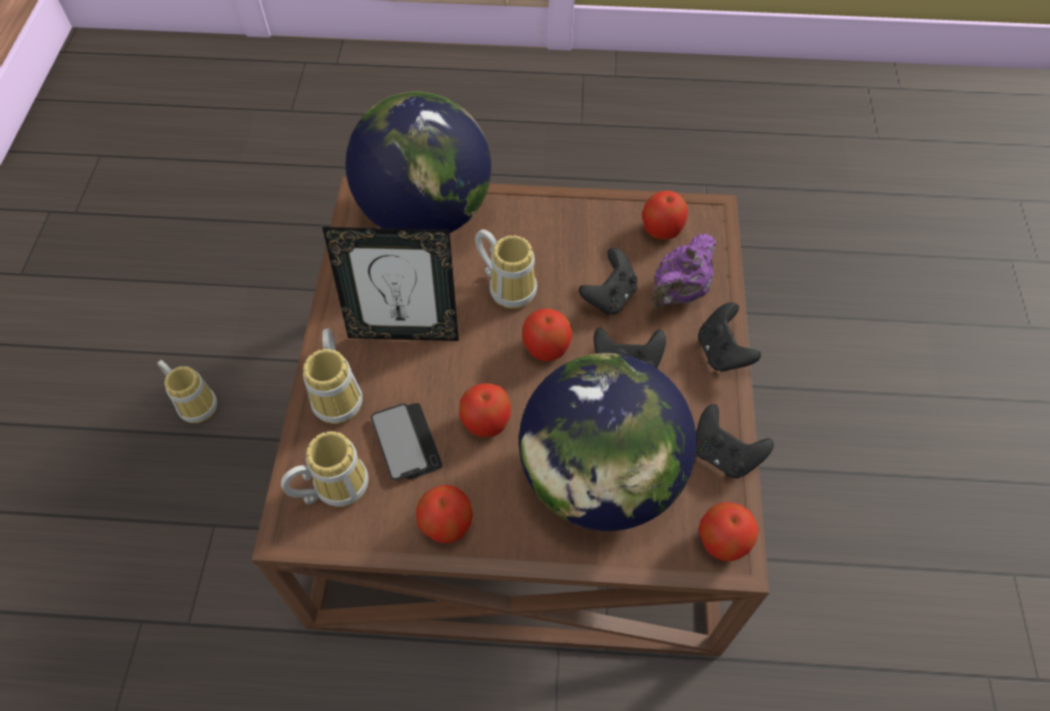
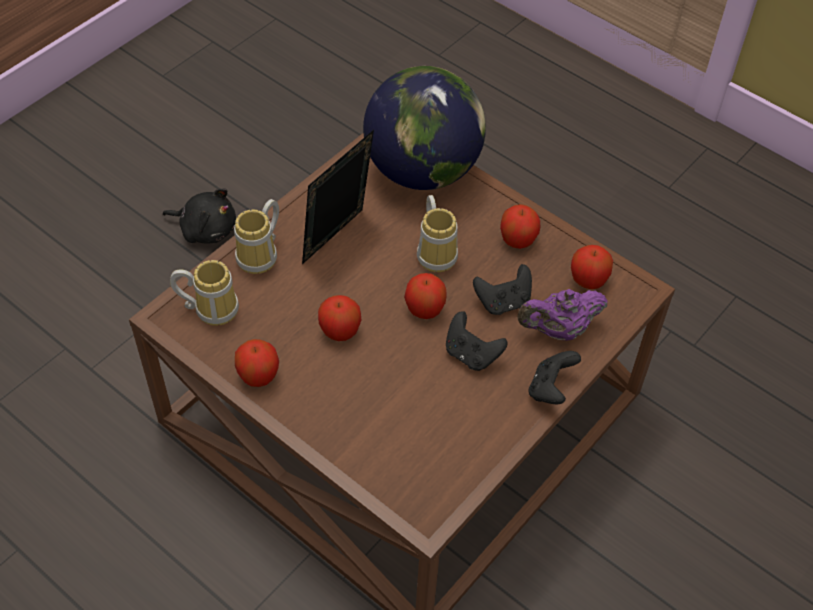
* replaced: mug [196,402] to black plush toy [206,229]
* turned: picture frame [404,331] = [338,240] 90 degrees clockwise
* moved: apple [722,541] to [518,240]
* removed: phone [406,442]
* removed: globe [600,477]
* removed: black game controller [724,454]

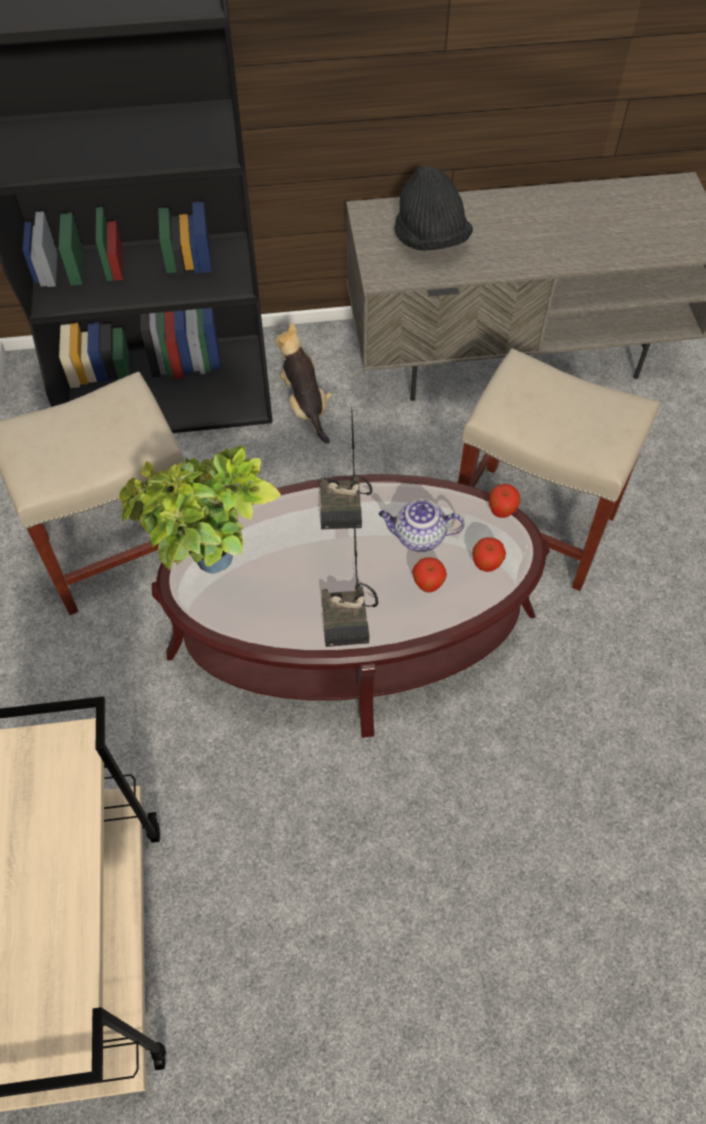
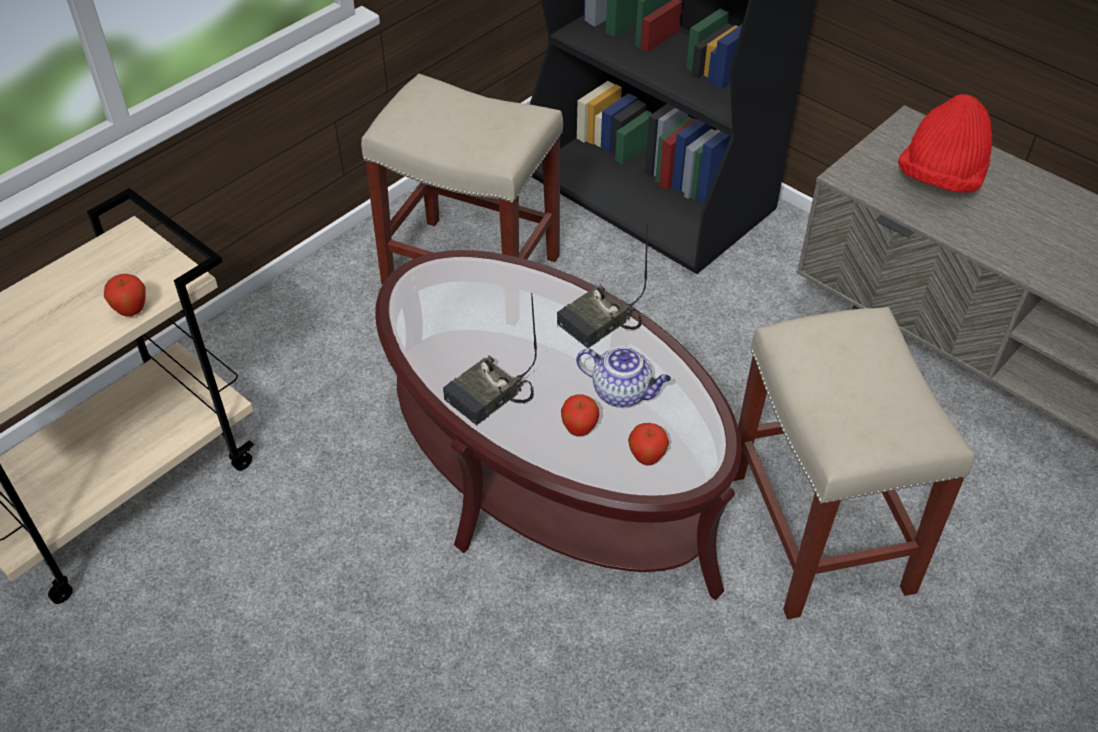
* moved: apple [501,512] to [132,311]
* turned: teapot [418,537] = [623,392] 150 degrees clockwise
* recoloured: black hat [430,239] to red hat [940,179]
* removed: potted plant [211,568]
* removed: plush toy [305,405]

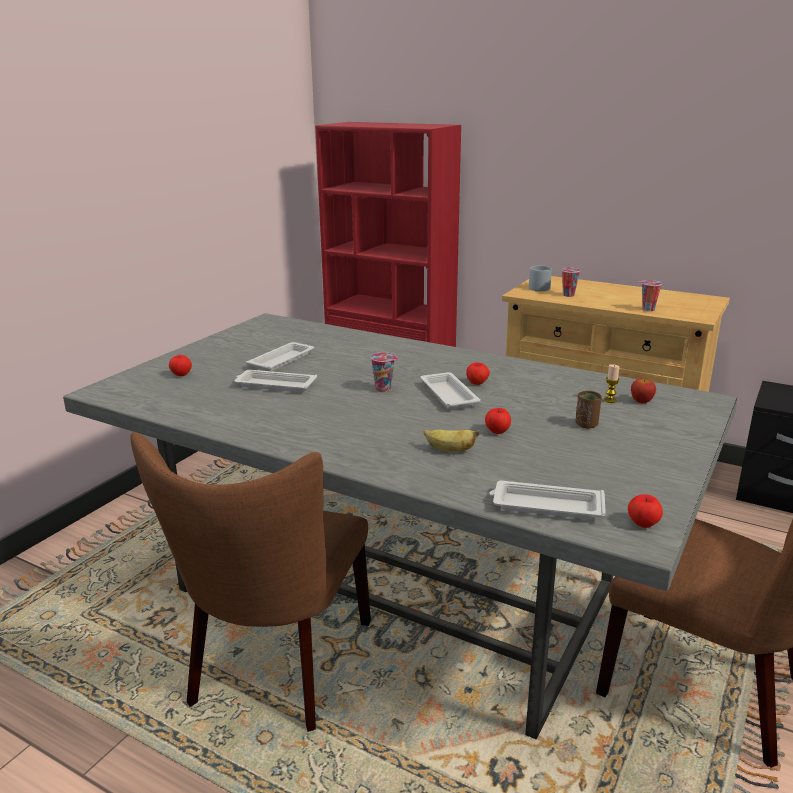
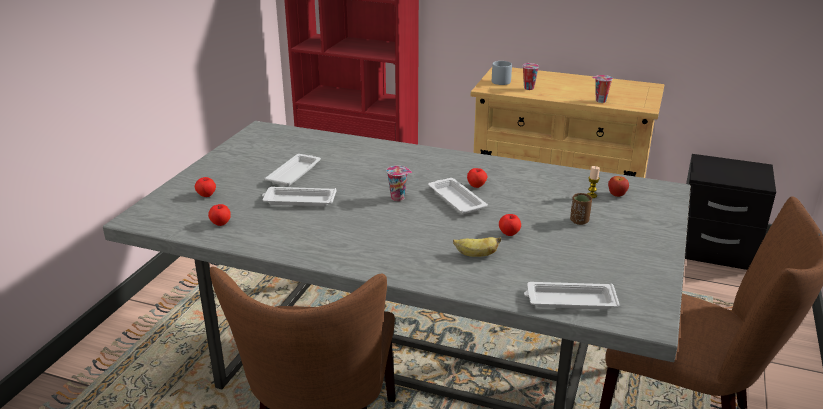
* moved: apple [643,523] to [221,223]

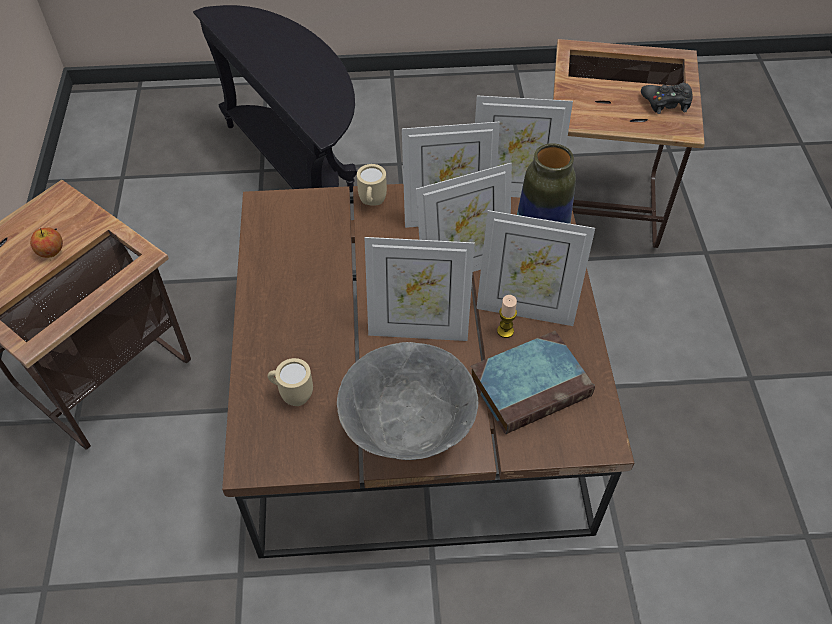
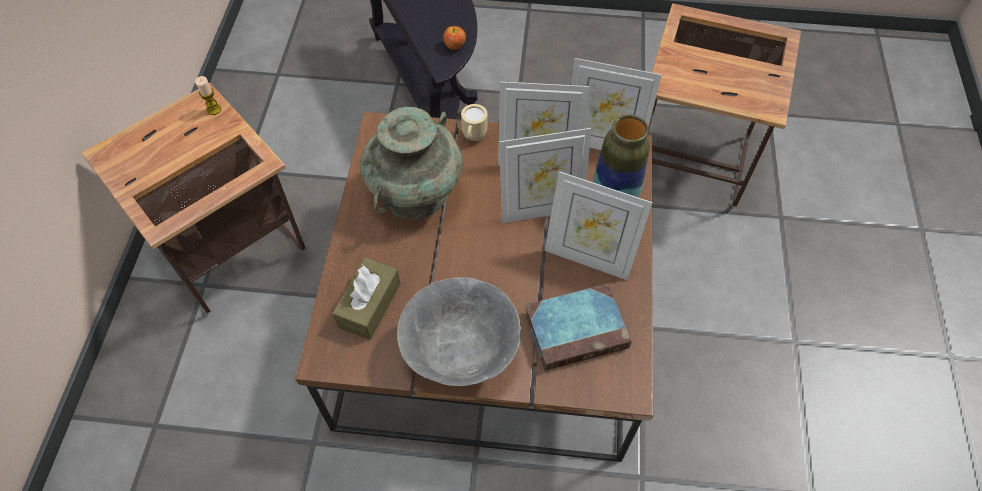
* moved: candle [505,331] to [214,109]
* replaced: beige mug [292,395] to brown tissue box [369,305]
* added: turquoise vase [416,192]
* moved: apple [51,251] to [455,45]
* removed: picture frame [418,329]
* removed: black game controller [666,102]

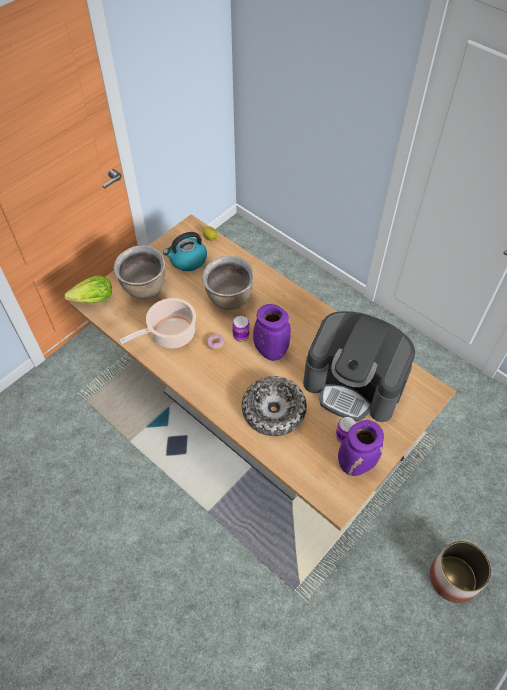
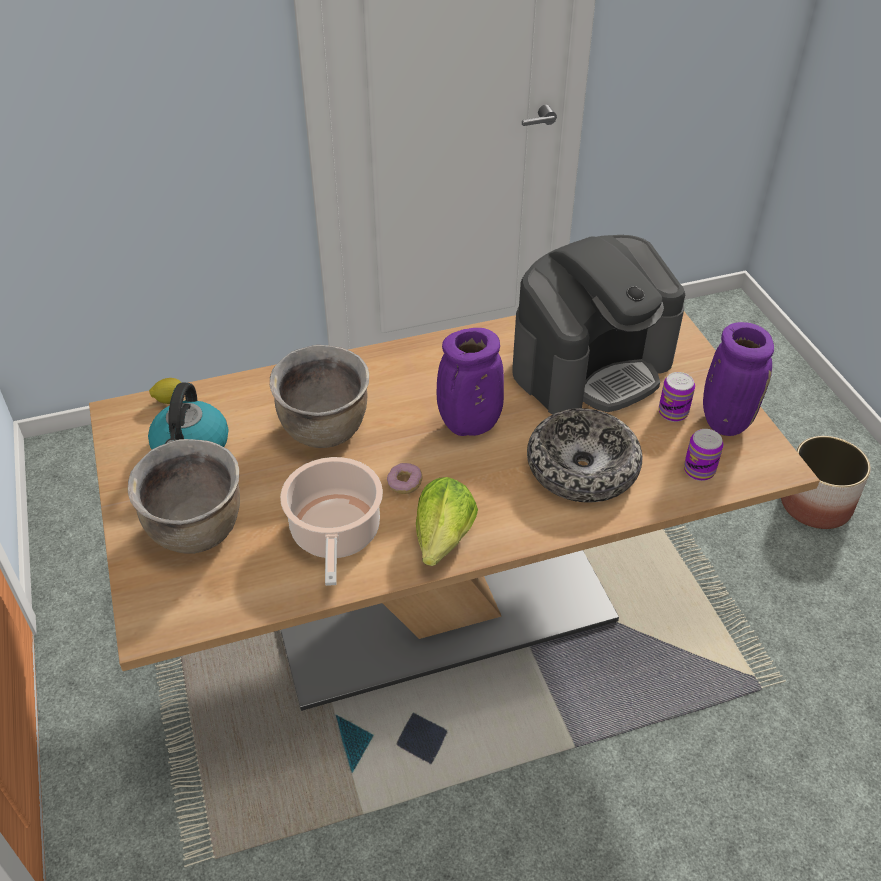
* moved: lettuce [93,299] to [444,537]
* moved: can [241,335] to [699,470]

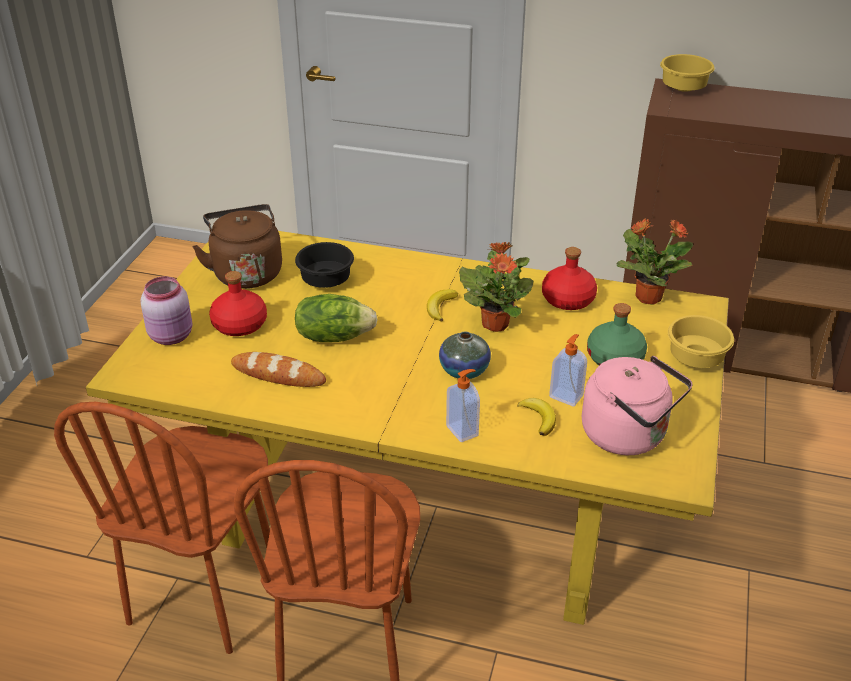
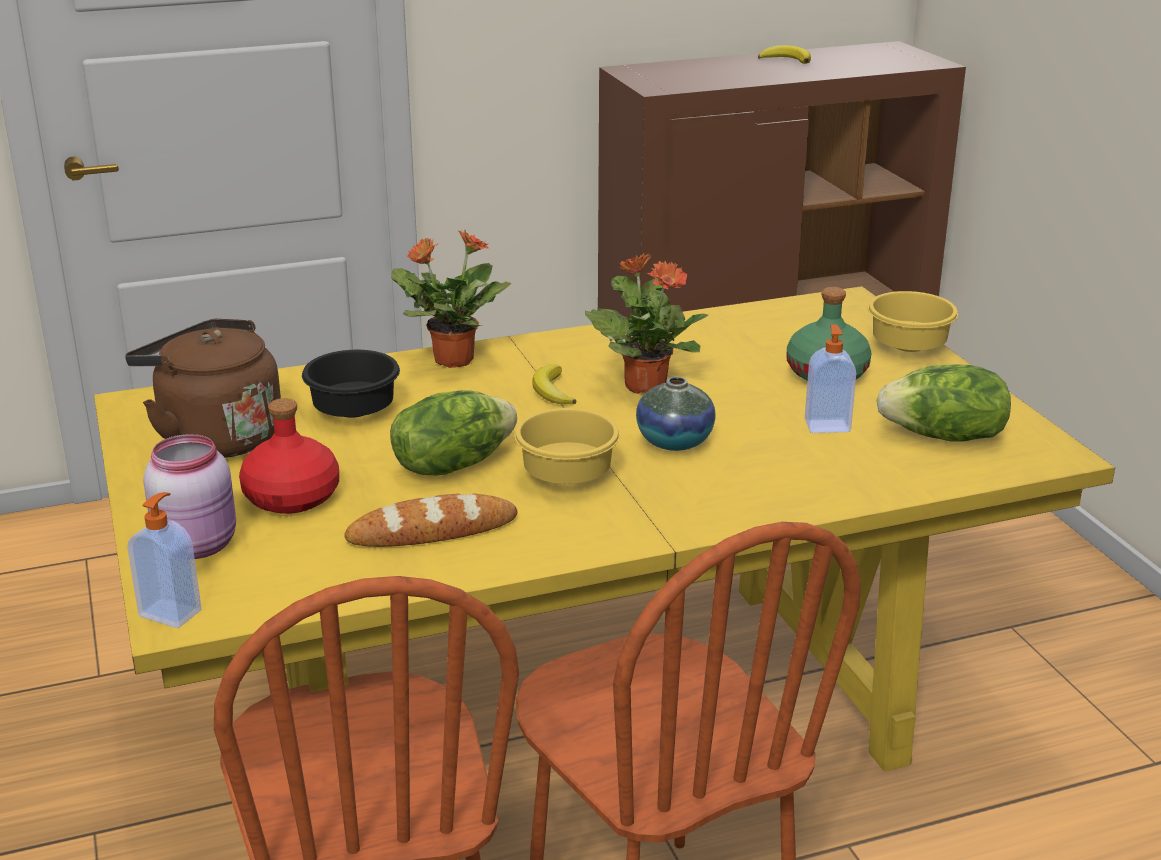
* moved: soap dispenser [463,430] to [171,612]
* moved: potted plant [647,297] to [452,360]
* moved: yellow bowl [683,89] to [567,477]
* moved: banana [539,418] to [786,59]
* replaced: pink kettle [628,436] to lettuce [944,437]
* removed: red bottle [568,299]

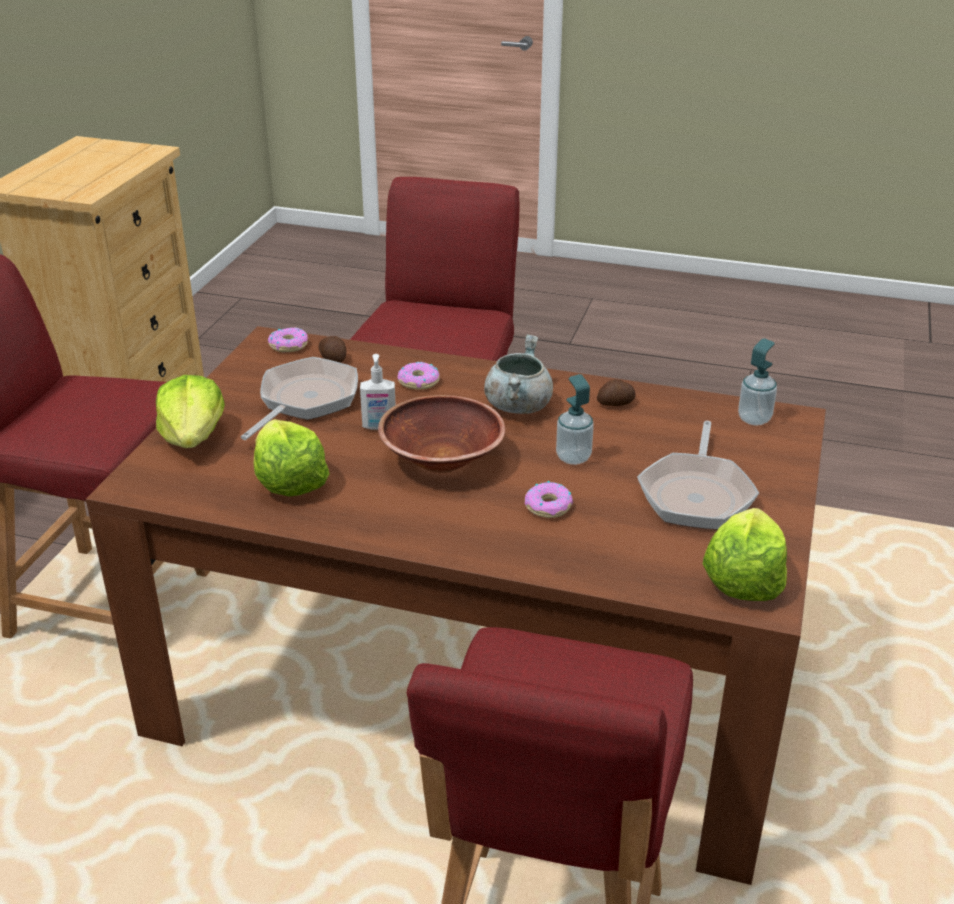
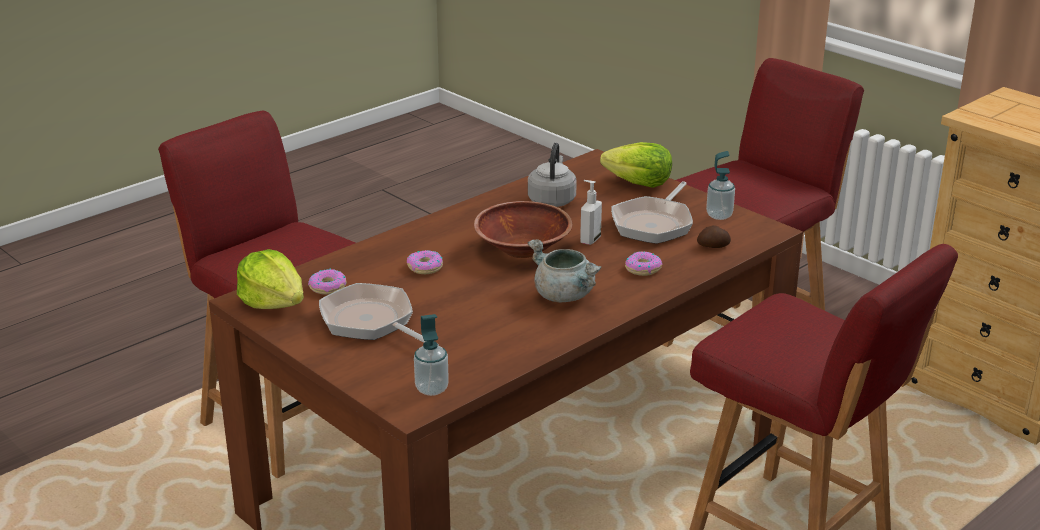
* moved: donut [288,345] to [328,287]
* replaced: lettuce [289,480] to grey kettle [552,200]
* turned: frying pan [305,400] = [654,224] 60 degrees clockwise
* moved: soap dispenser [573,457] to [719,215]
* removed: potato [616,404]

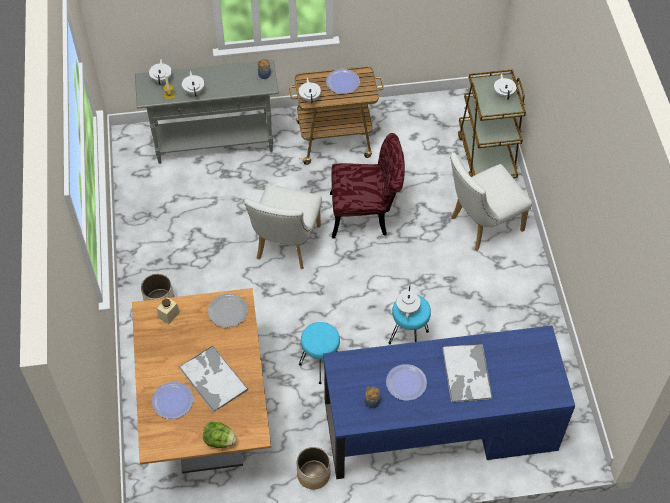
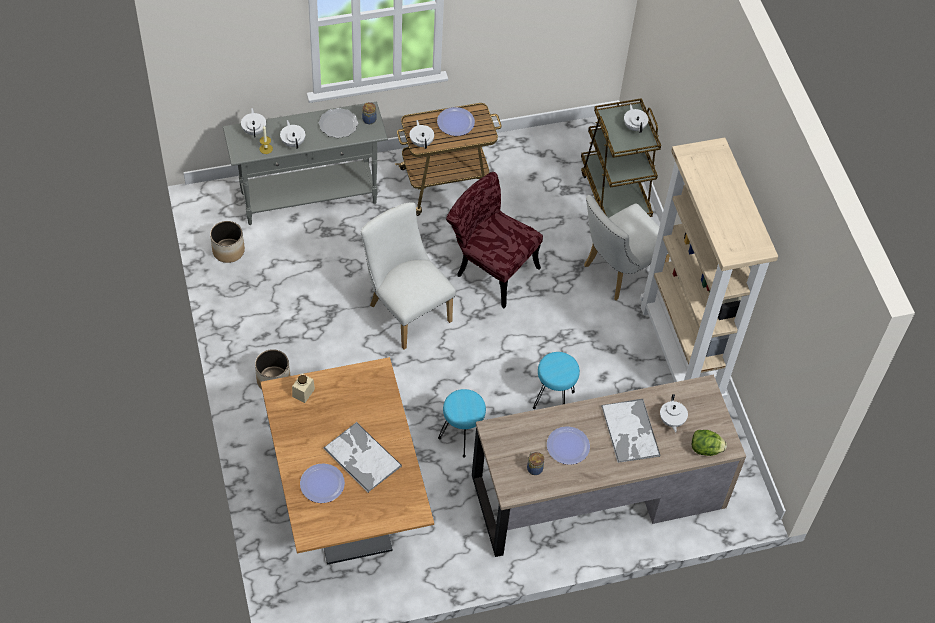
* moved: planter [313,474] to [228,251]
* moved: plate [228,312] to [338,125]
* turned: white chair [286,246] = [406,309] 135 degrees clockwise
* turned: red chair [366,214] = [490,268] 135 degrees counterclockwise
* recoloured: blue desk [439,425] to brown desk [598,492]
* added: beige bookcase [681,355]
* moved: white teapot [407,309] to [671,421]
* moved: lettuce [219,440] to [705,449]

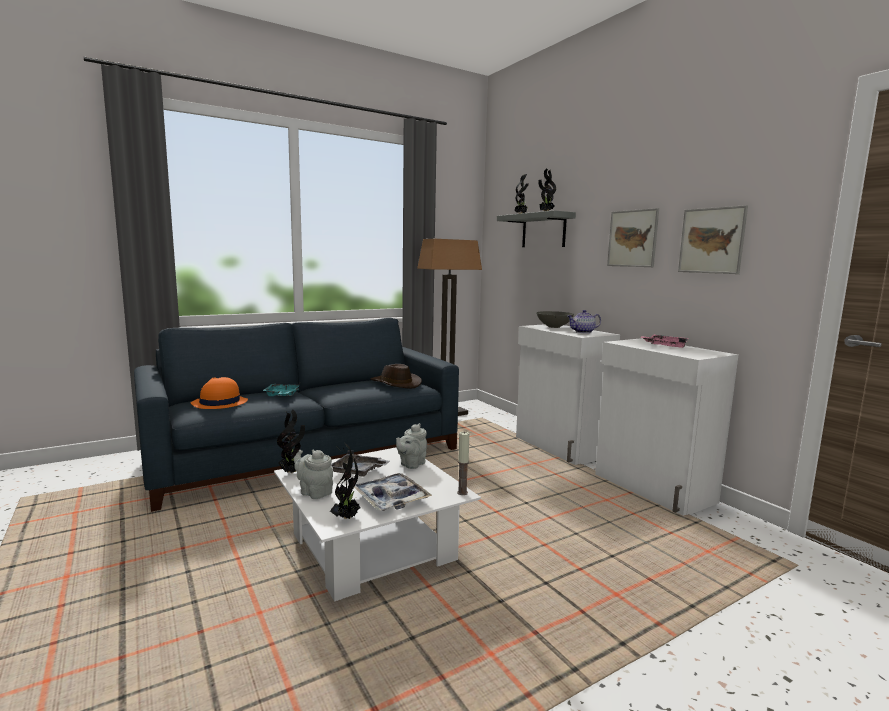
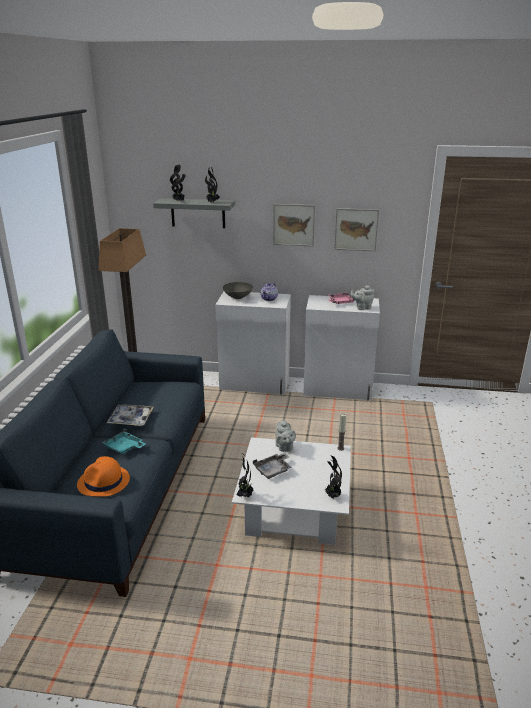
* moved: tray [391,499] to [131,419]
* moved: grey teapot [314,492] to [362,308]
* removed: brown hat [395,383]

